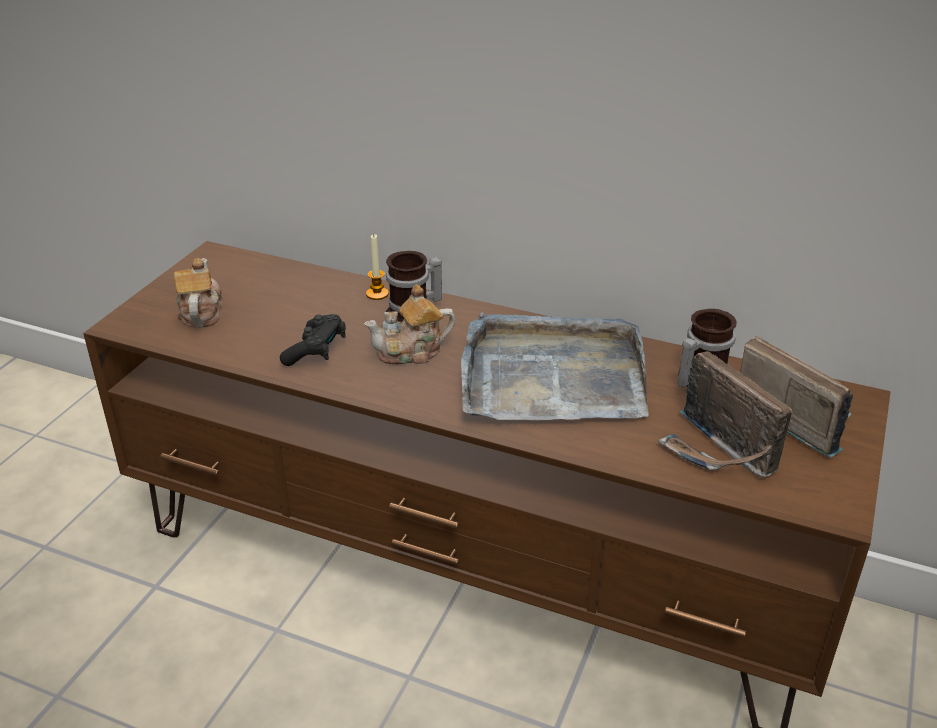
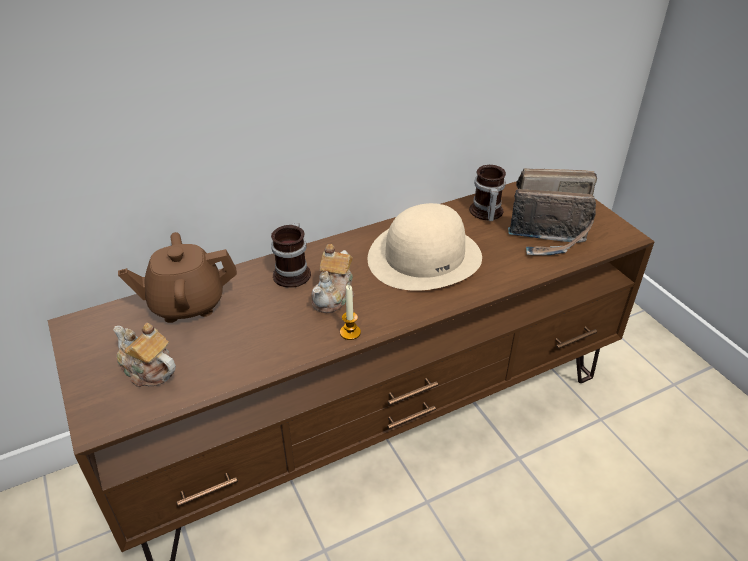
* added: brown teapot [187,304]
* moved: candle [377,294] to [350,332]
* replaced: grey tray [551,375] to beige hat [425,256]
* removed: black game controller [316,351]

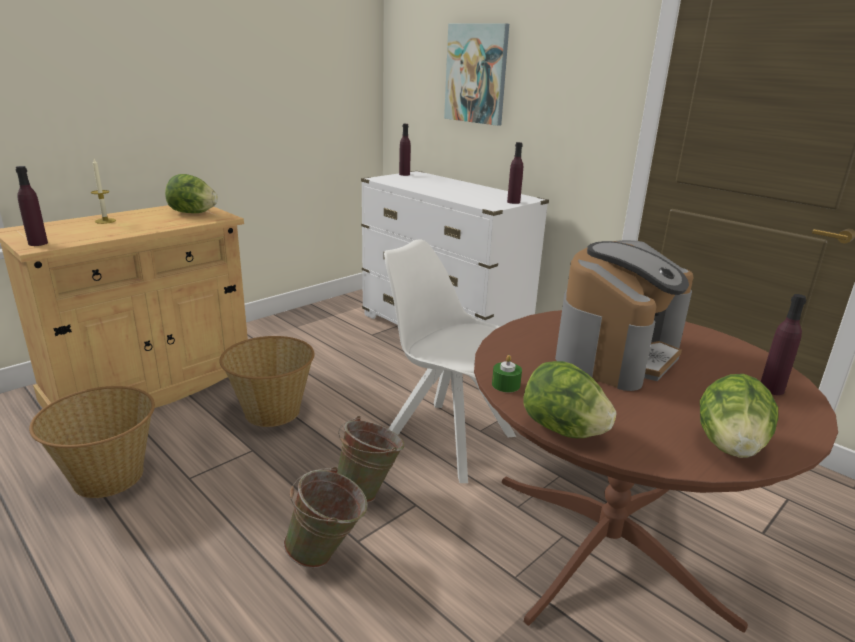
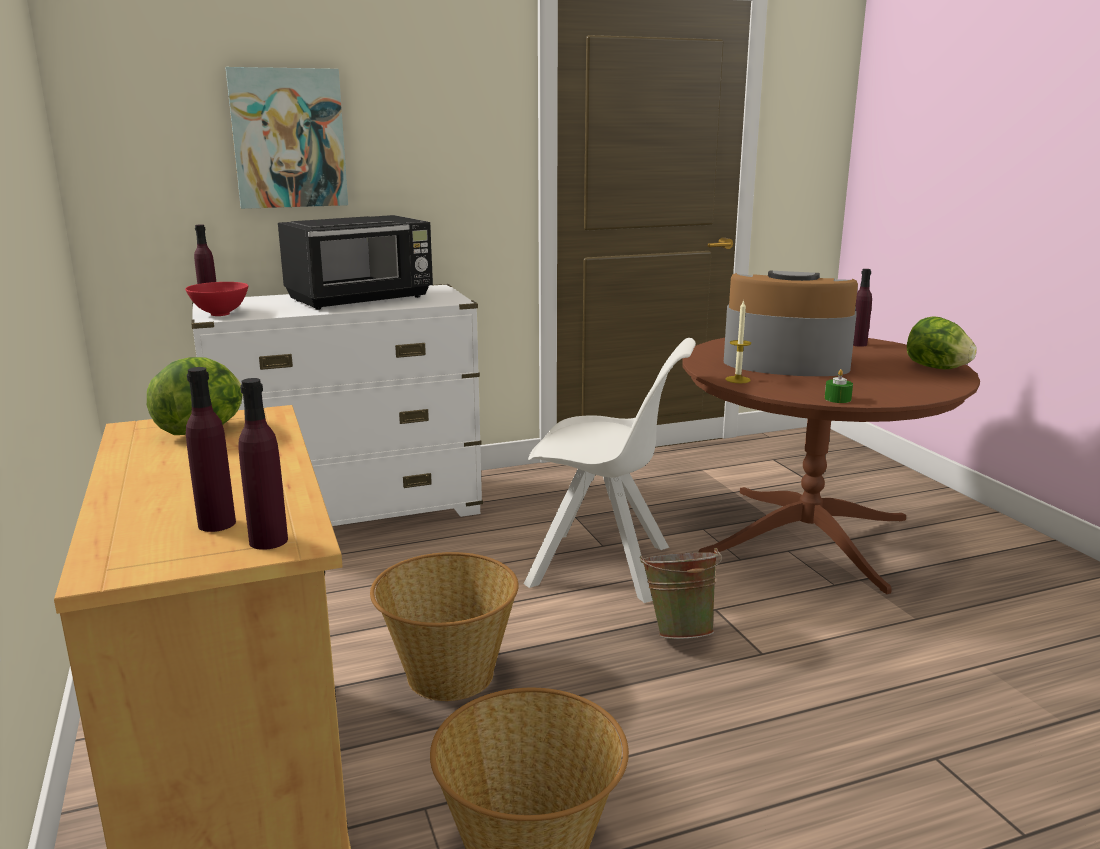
* added: red bowl [221,314]
* moved: purple bottle [513,202] to [217,524]
* added: black microwave [361,299]
* turned: white chair [445,438] = [604,567] 135 degrees counterclockwise
* turned: coffee machine [616,352] = [785,362] 45 degrees counterclockwise
* moved: candle [105,221] to [737,380]
* removed: green bucket [328,554]
* removed: lettuce [563,430]

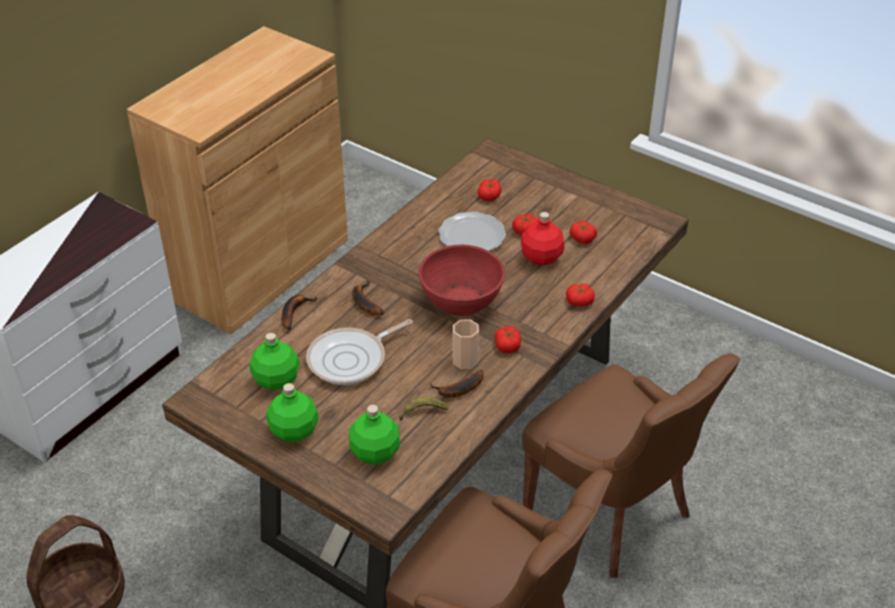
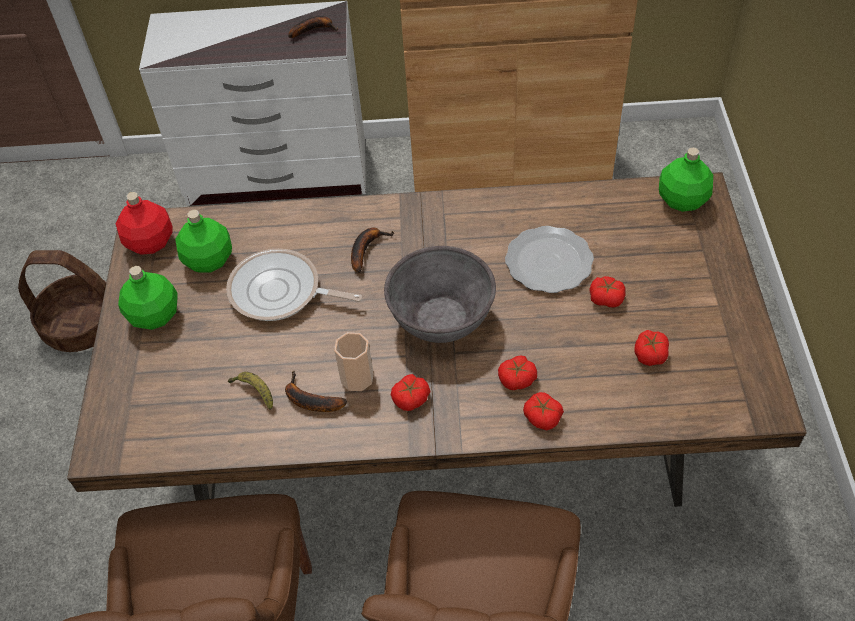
* moved: red bottle [542,257] to [151,243]
* moved: banana [294,312] to [314,30]
* recoloured: red bowl [461,301] to grey bowl [441,318]
* moved: tomato [489,196] to [517,379]
* moved: green bottle [374,452] to [682,199]

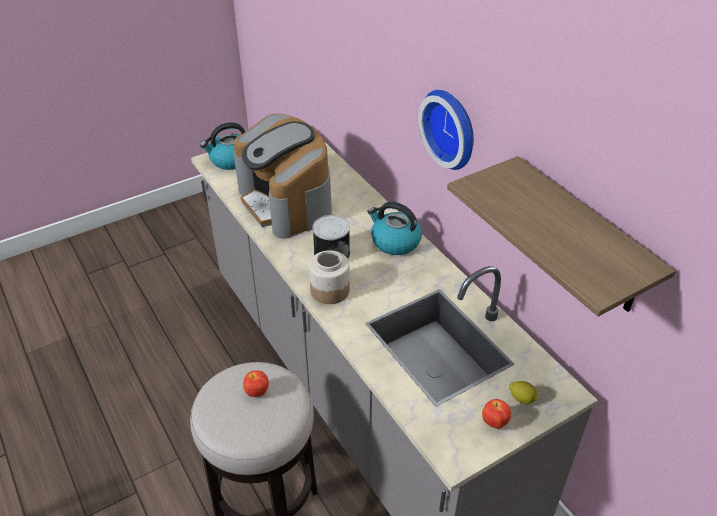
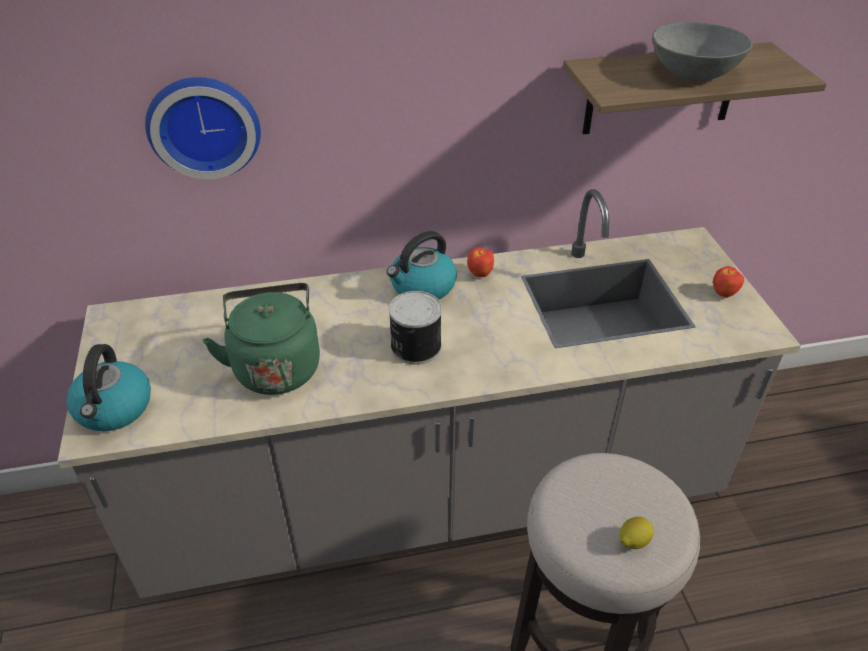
* moved: wall clock [452,128] to [204,125]
* replaced: coffee machine [286,202] to green kettle [276,366]
* moved: apple [257,392] to [480,274]
* moved: lemon [522,398] to [633,541]
* added: grey bowl [694,72]
* removed: jar [329,290]

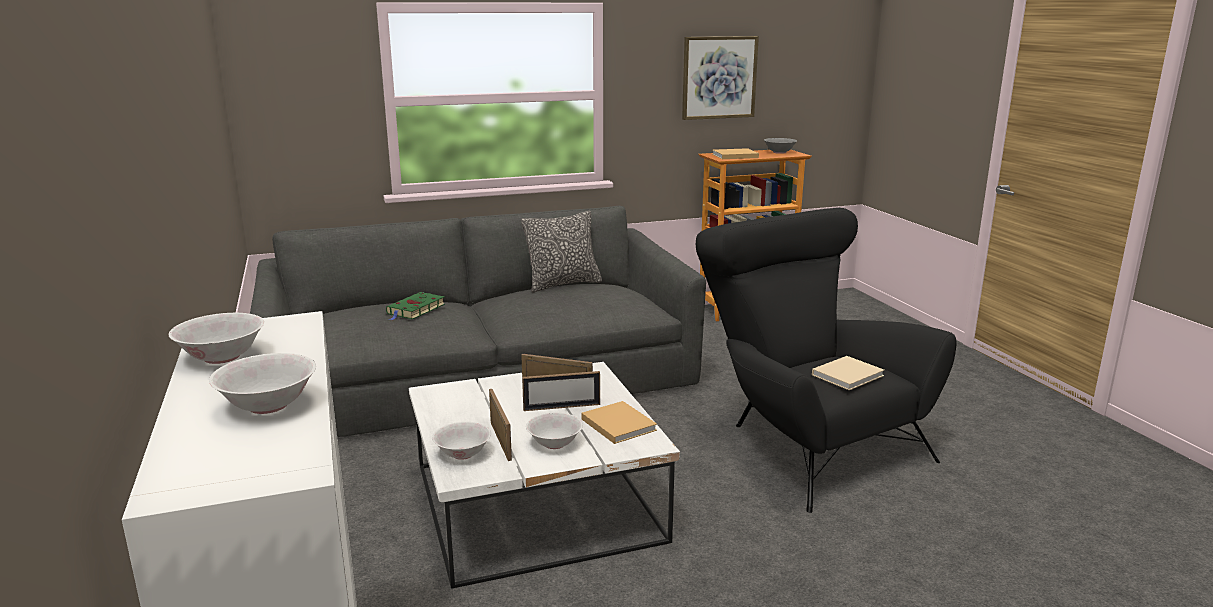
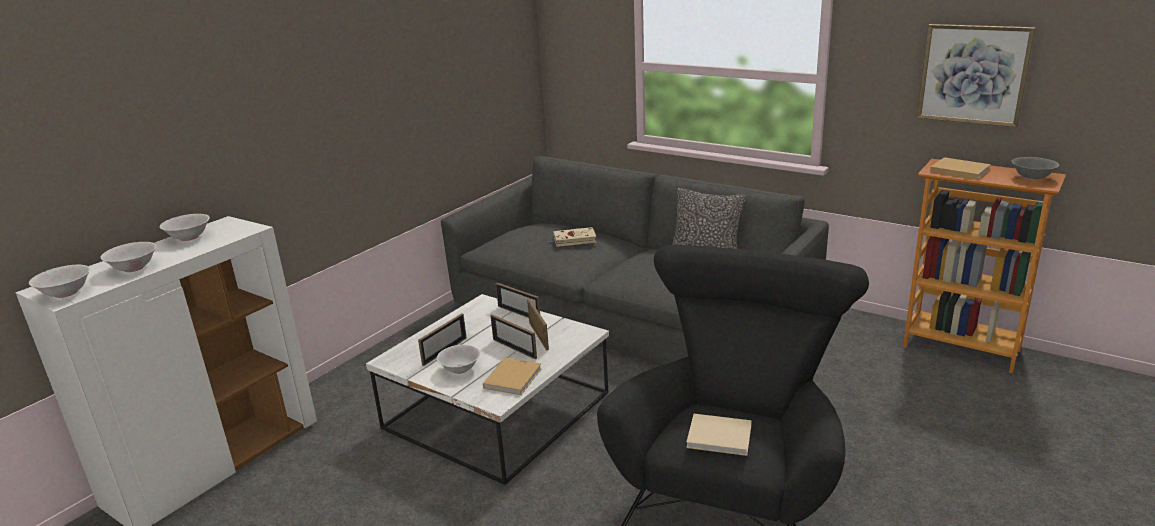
* moved: white bowl [463,454] to [66,293]
* added: picture frame [519,313]
* recoloured: green book [415,310] to beige book [573,240]

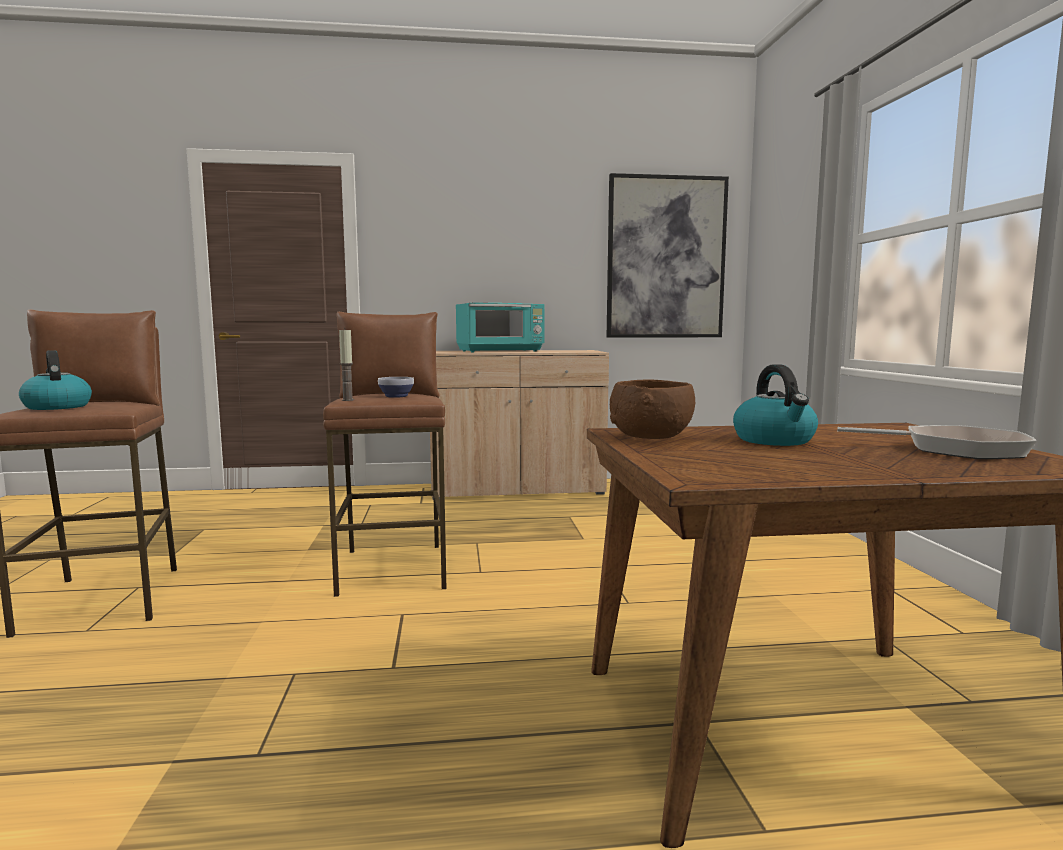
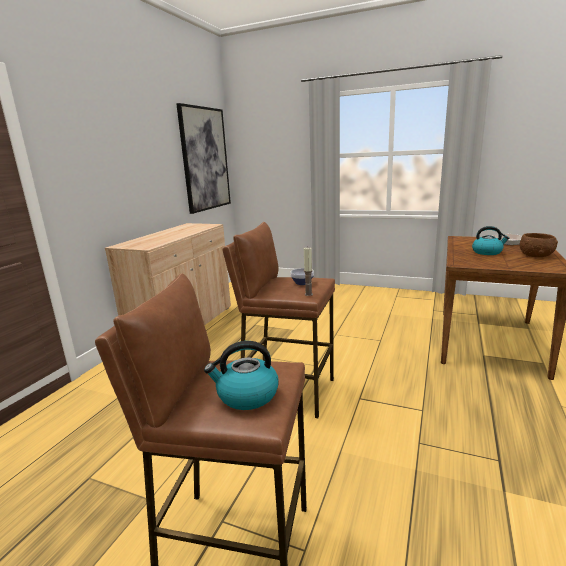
* moved: brown bowl [652,437] to [536,255]
* removed: turquoise microwave [501,351]

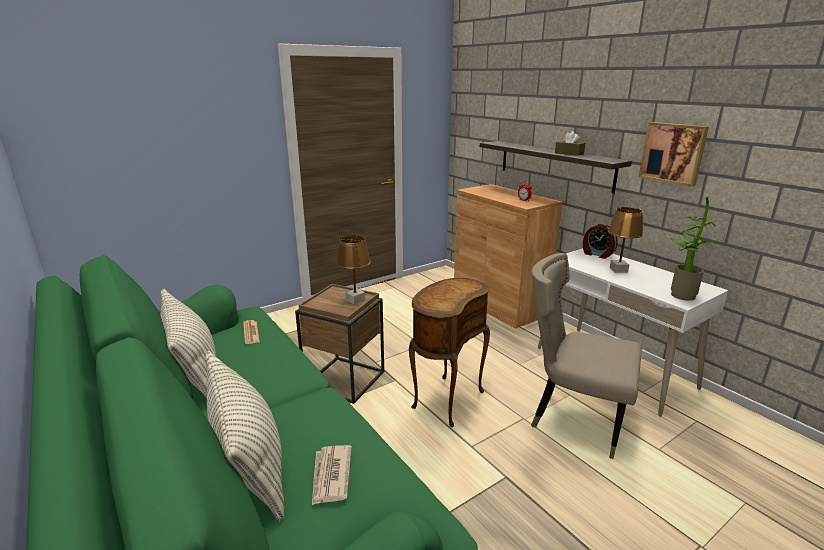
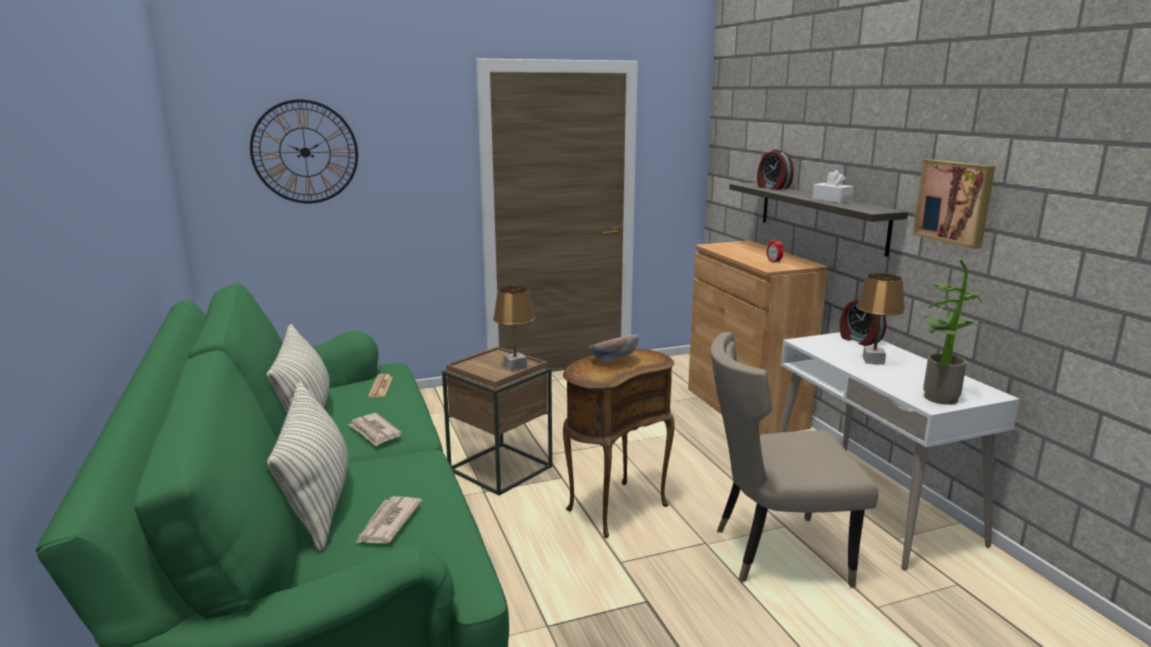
* added: wall clock [305,152]
* added: newspaper [375,432]
* added: bowl [613,361]
* turned: beige chair [573,417] = [774,552] 45 degrees counterclockwise
* added: alarm clock [772,188]
* recoloured: brown tissue box [569,153] to white tissue box [831,200]

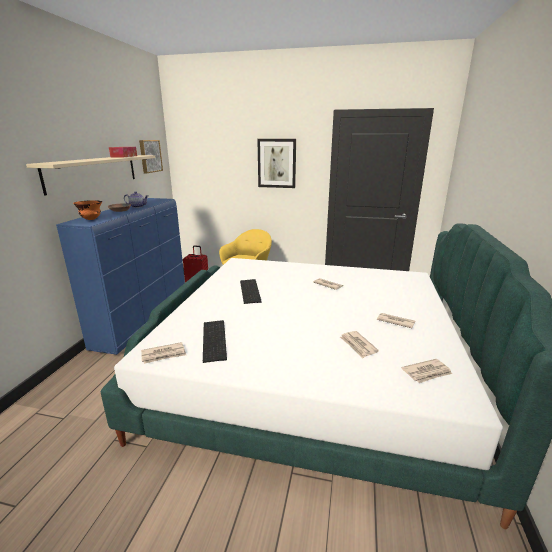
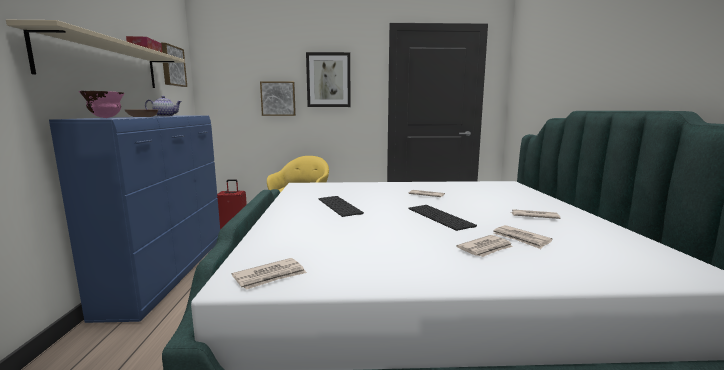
* recoloured: orange bowl [91,219] to pink bowl [106,118]
* added: picture [278,98]
* moved: keyboard [215,340] to [441,217]
* moved: newspaper [427,372] to [486,248]

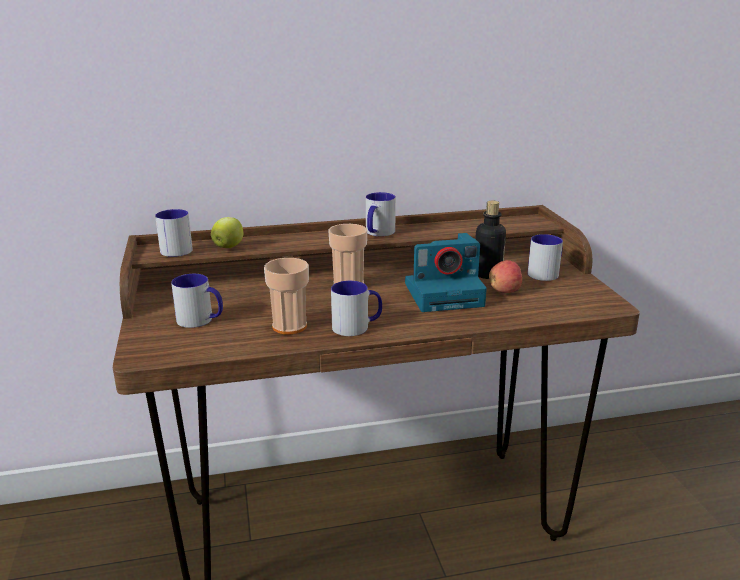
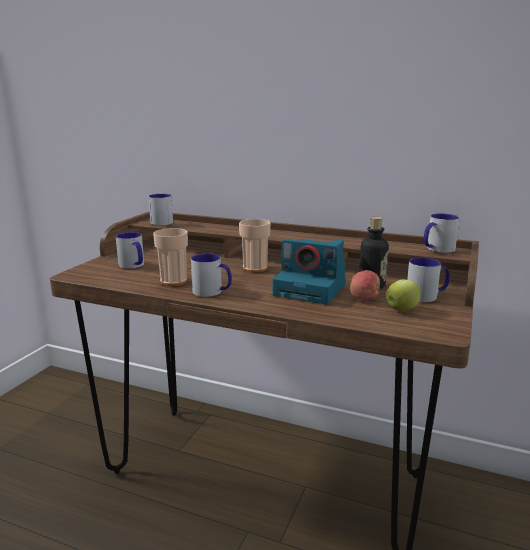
* moved: apple [229,247] to [402,309]
* moved: mug [378,233] to [437,249]

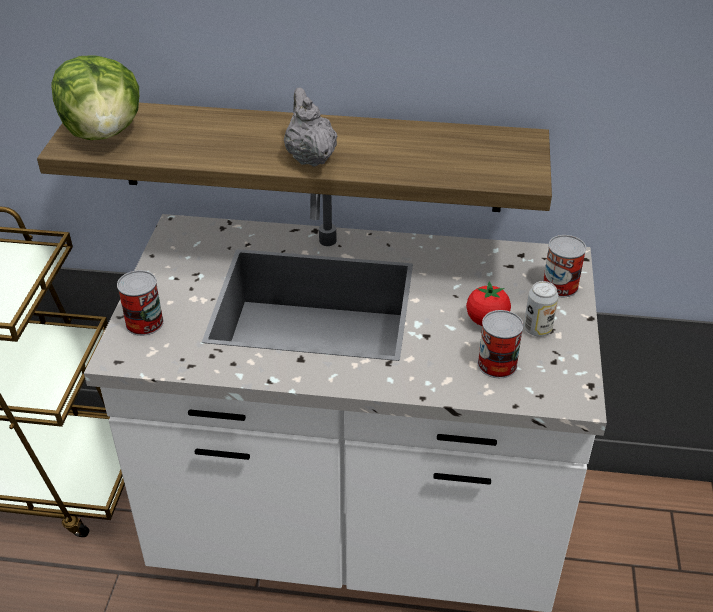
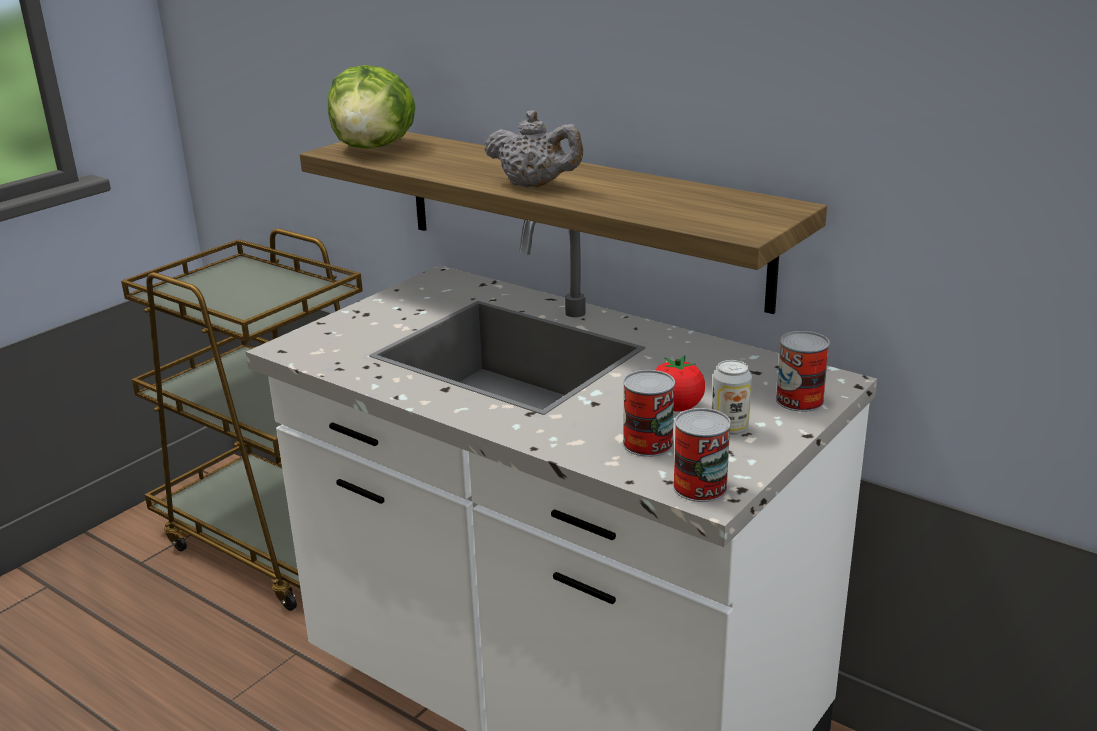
* turned: grey teapot [310,157] = [535,185] 105 degrees clockwise
* moved: can [144,323] to [700,487]

